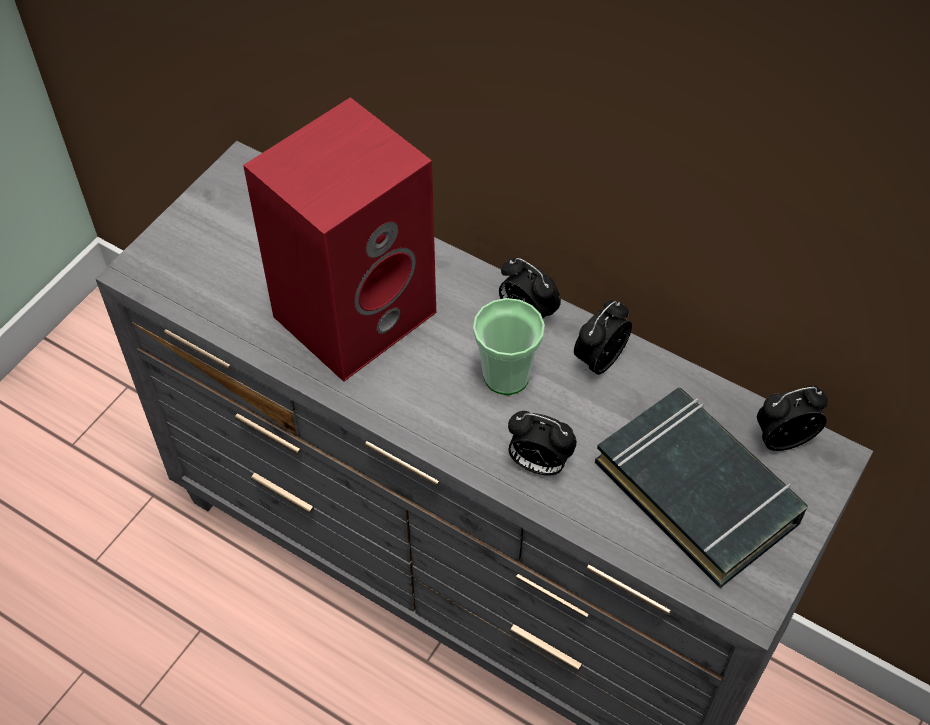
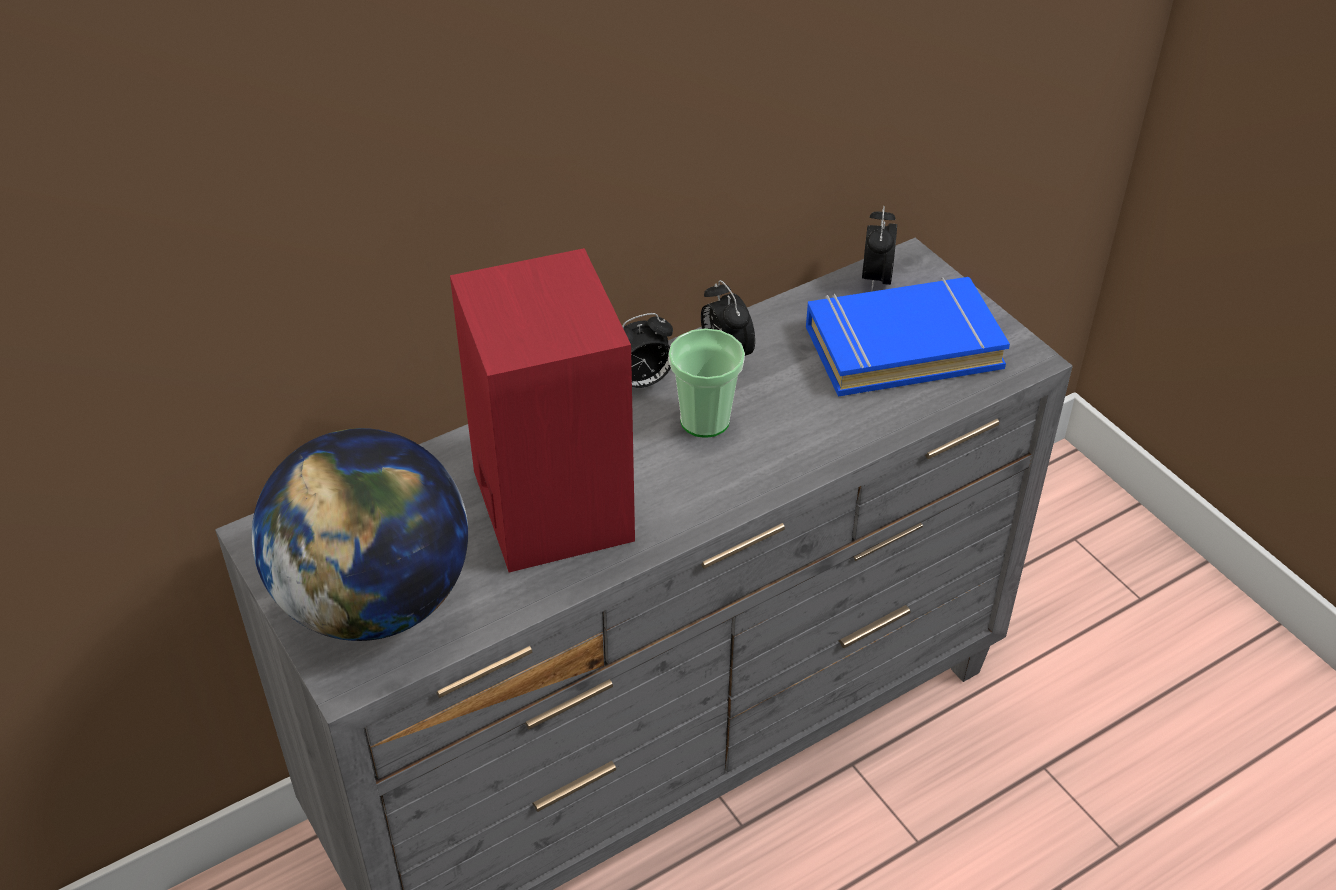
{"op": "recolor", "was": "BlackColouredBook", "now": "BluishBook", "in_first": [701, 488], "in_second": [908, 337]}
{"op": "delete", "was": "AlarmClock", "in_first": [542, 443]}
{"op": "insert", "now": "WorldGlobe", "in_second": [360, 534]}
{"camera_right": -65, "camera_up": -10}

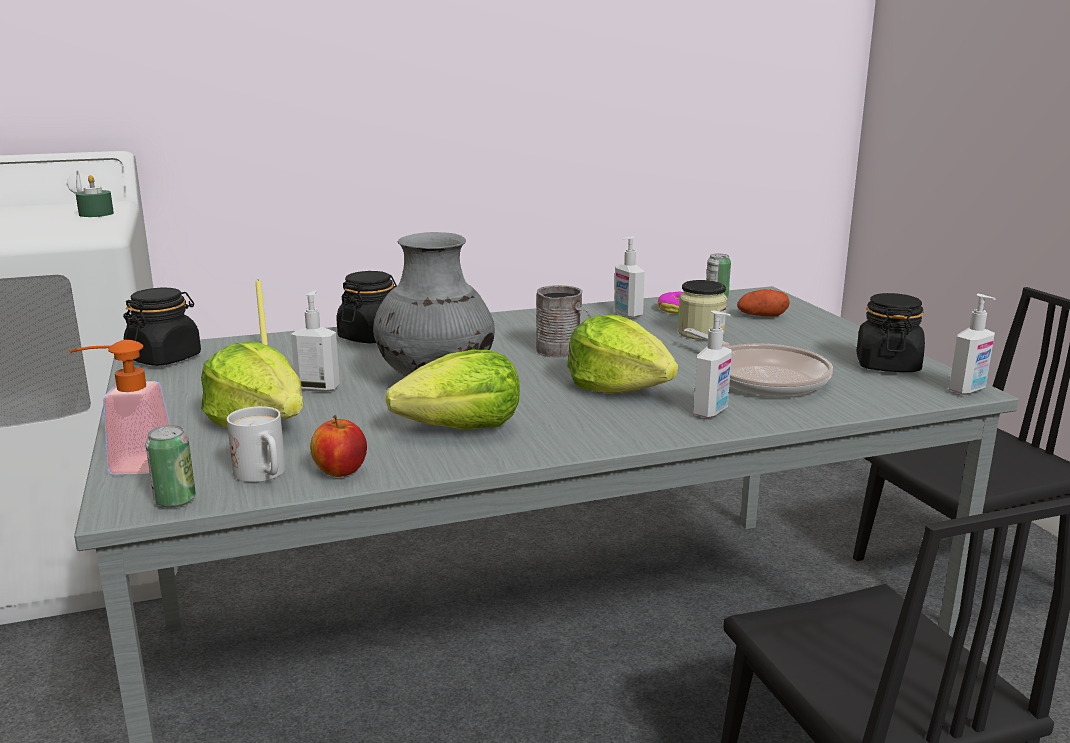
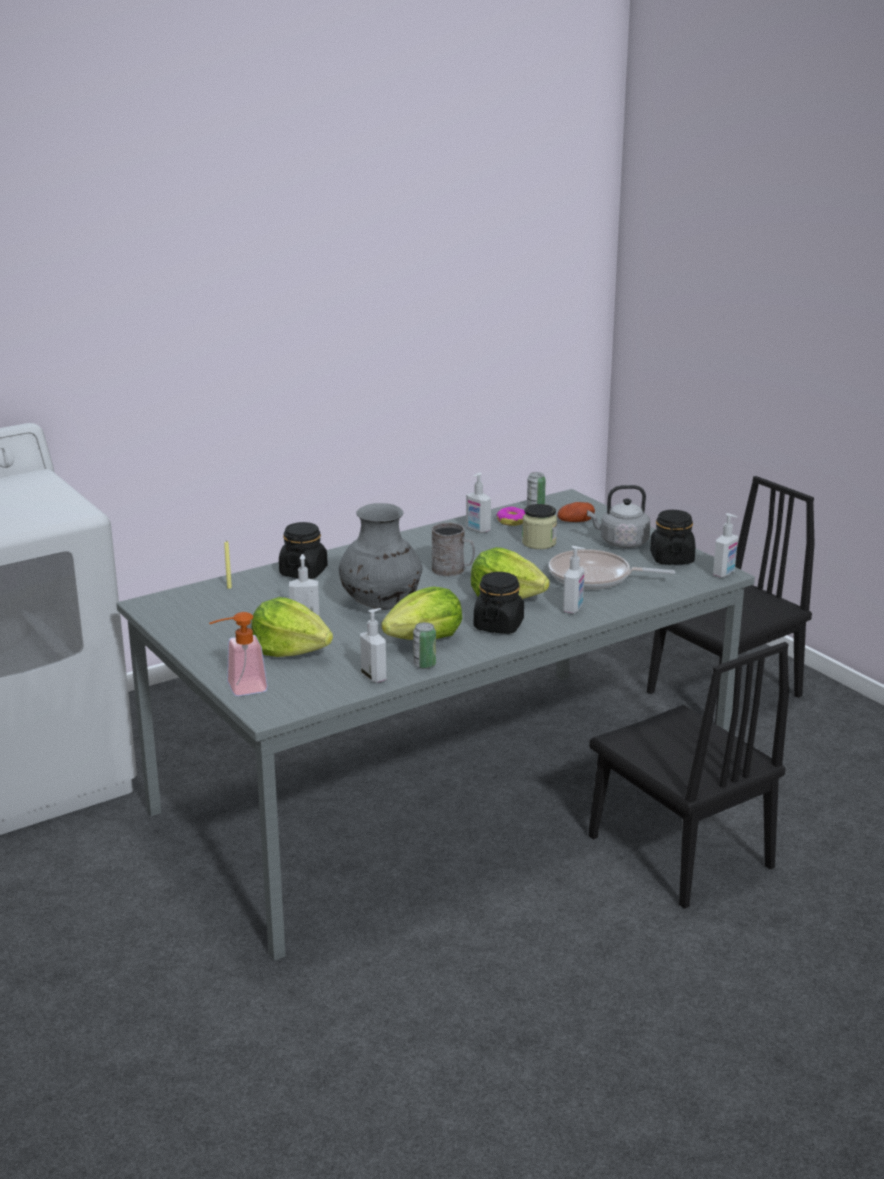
{"op": "delete", "was": "GreenColouredWaxLight", "in_first": [95, 196]}
{"op": "move", "was": "BlackColouredStorageJar", "in_first": [162, 326], "in_second": [499, 603]}
{"op": "rotate", "was": "FryingPan", "in_first": [758, 362], "in_second": [612, 569], "clockwise": 150}
{"op": "delete", "was": "WhitishCoffeeMug", "in_first": [256, 444]}
{"op": "replace", "was": "WholeApple", "now": "LiquidSoapBottle", "in_first": [338, 446], "in_second": [373, 645]}
{"op": "move", "was": "MetalCan", "in_first": [171, 466], "in_second": [424, 645]}
{"op": "insert", "now": "GreyishTeaKettle", "in_second": [619, 516]}
{"camera_right": -15, "camera_up": 5}

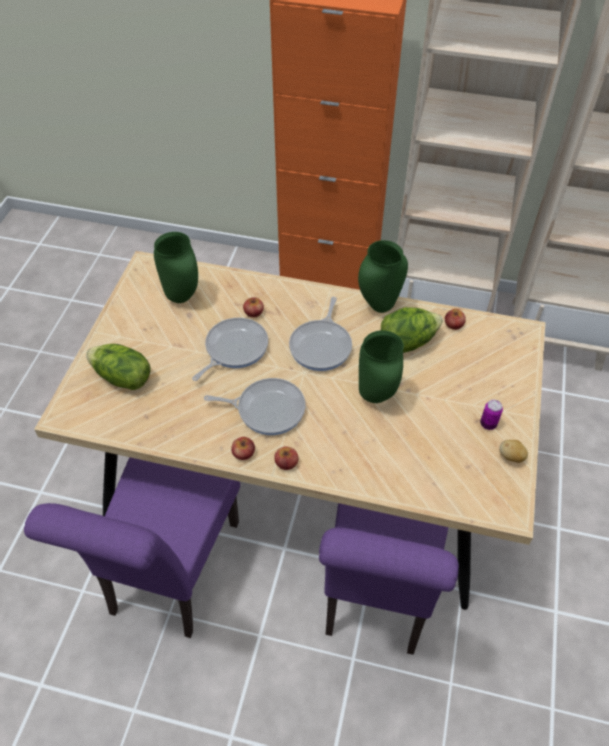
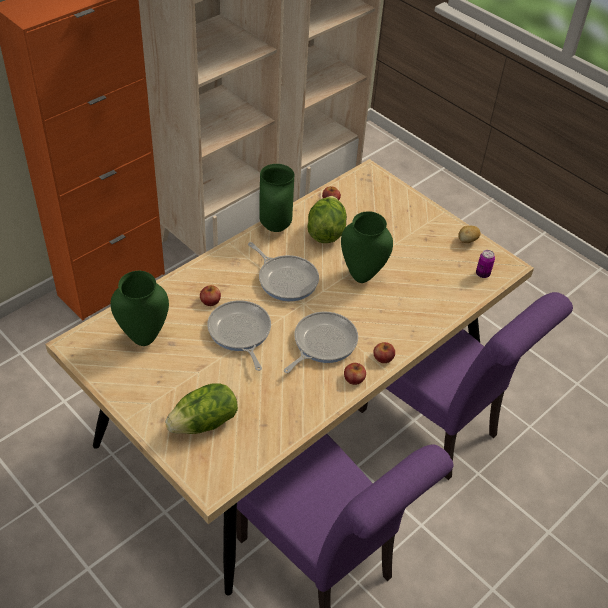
{"op": "move", "was": "MetalCan", "in_first": [491, 415], "in_second": [485, 264]}
{"camera_right": -60, "camera_up": -5}

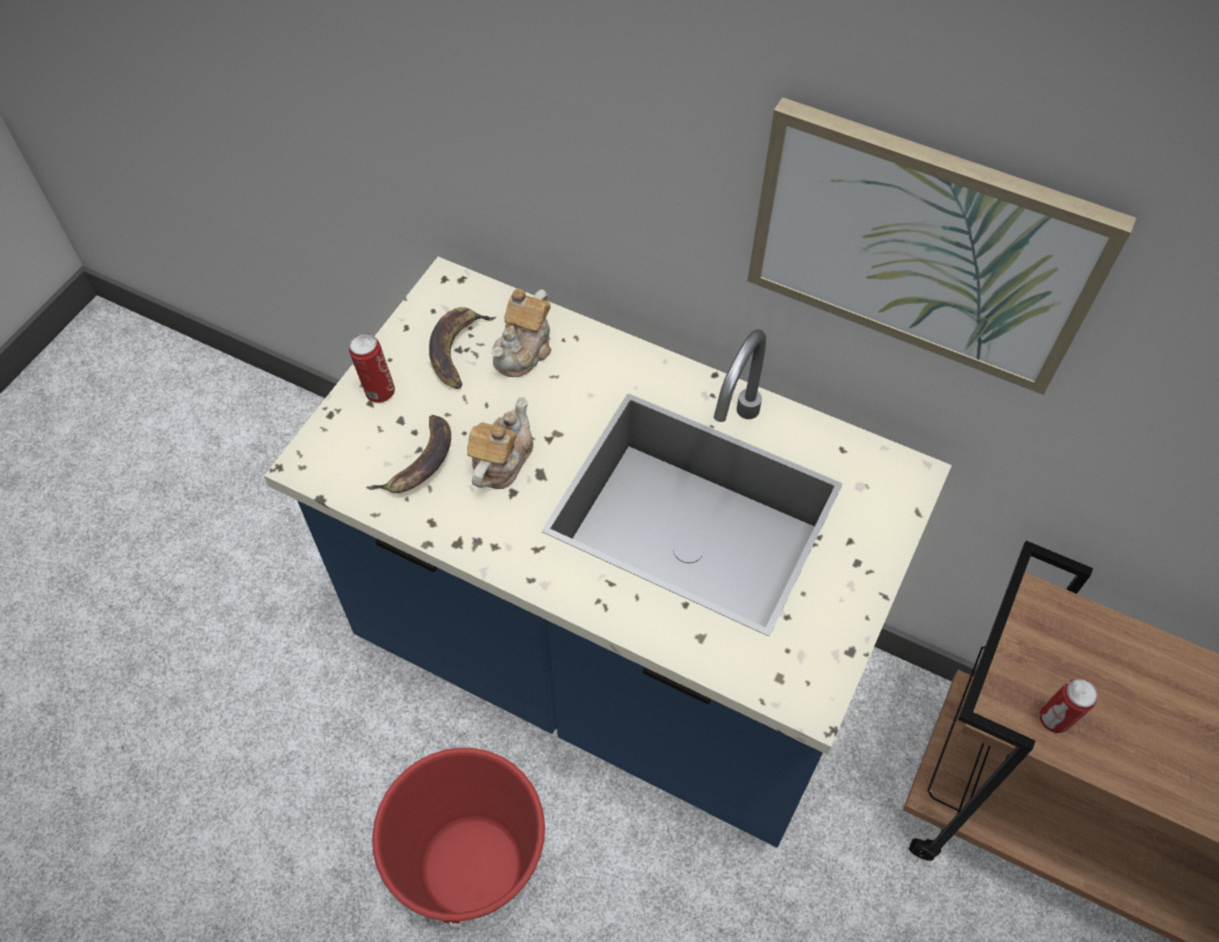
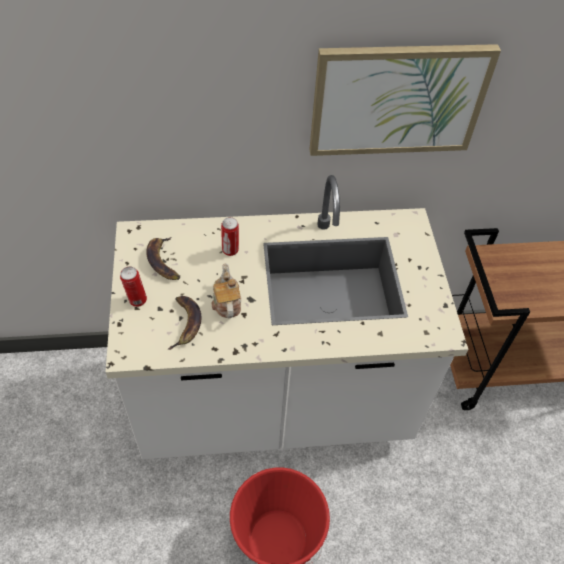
{"op": "recolor", "was": "BluishKitchenCounter", "now": "WhitishKitchenCounter", "in_first": [608, 552], "in_second": [287, 317]}
{"op": "delete", "was": "PotForTea", "in_first": [521, 333]}
{"op": "move", "was": "MetalCan", "in_first": [1068, 706], "in_second": [230, 236]}
{"camera_right": -35, "camera_up": -5}

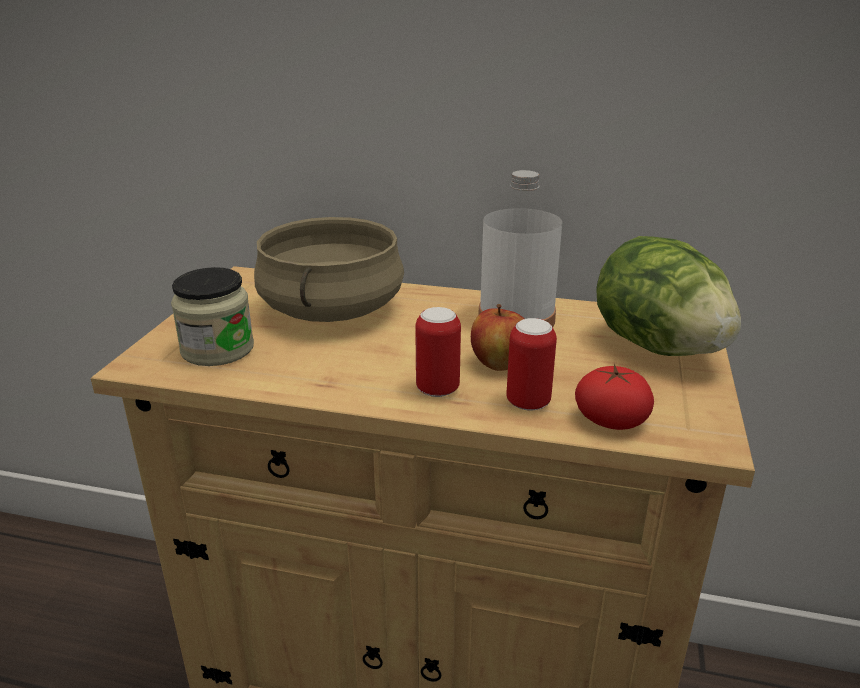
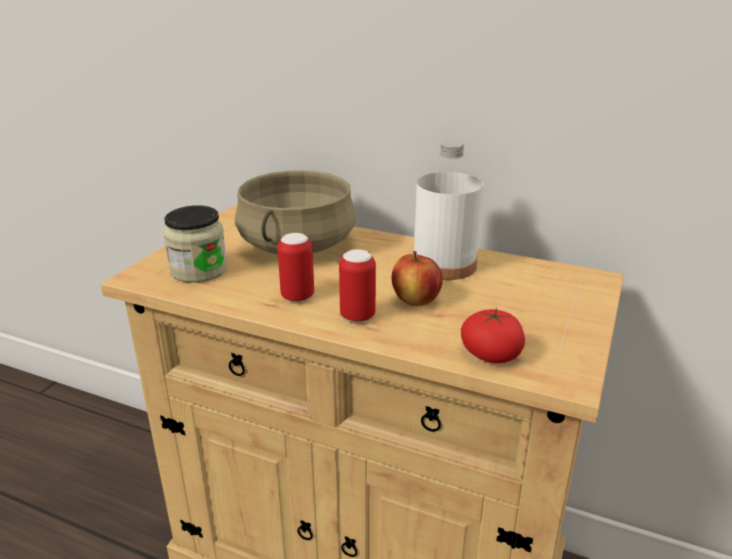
{"op": "delete", "was": "HeadOfLettuce", "in_first": [668, 296]}
{"op": "move", "was": "MetalCan", "in_first": [531, 364], "in_second": [295, 267]}
{"camera_right": 10, "camera_up": 0}

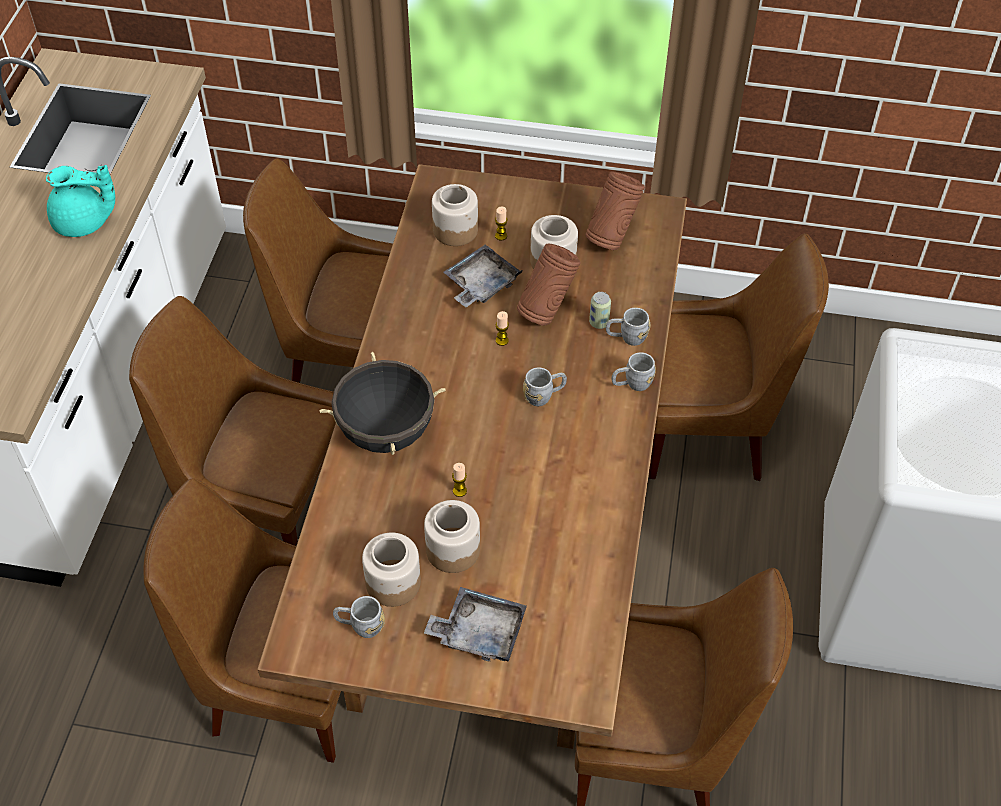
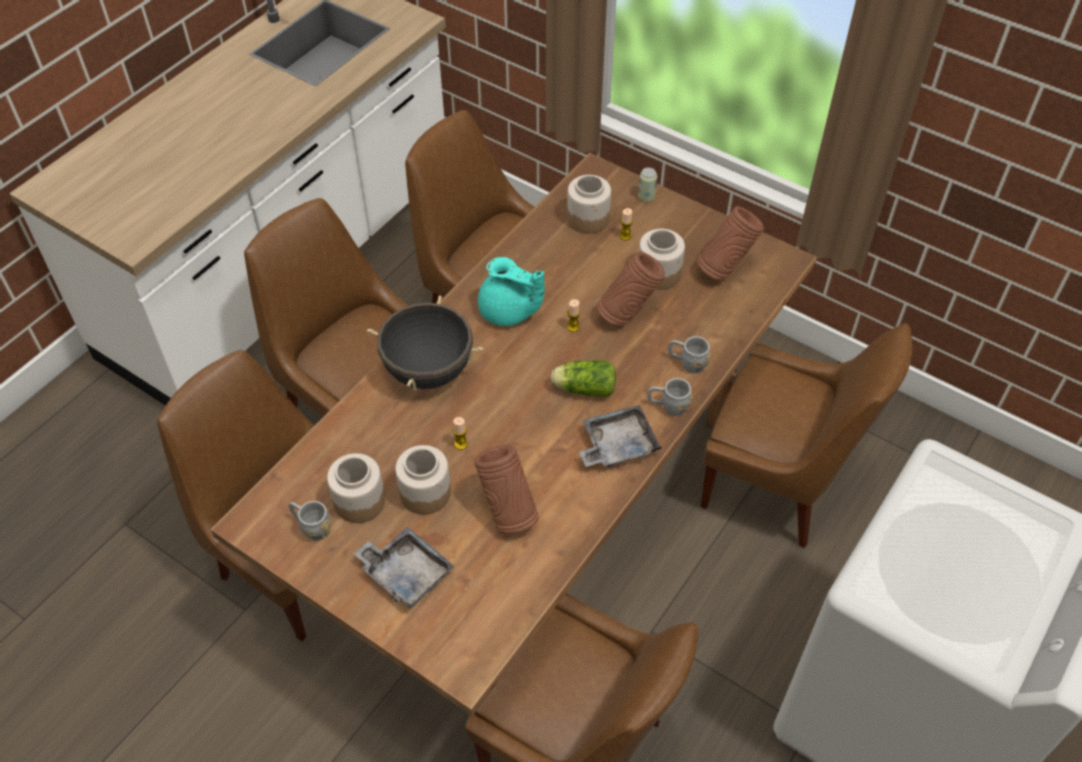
{"op": "move", "was": "TurquoisePotForTea", "in_first": [80, 201], "in_second": [511, 291]}
{"op": "move", "was": "GreyishCarryingTray", "in_first": [483, 275], "in_second": [620, 436]}
{"op": "move", "was": "MetalCan", "in_first": [600, 310], "in_second": [647, 184]}
{"op": "replace", "was": "GreyishCoffeeMug", "now": "HeadOfLettuce", "in_first": [545, 386], "in_second": [583, 378]}
{"op": "insert", "now": "BrownishFlowerVase", "in_second": [506, 489]}
{"camera_right": 25, "camera_up": 0}

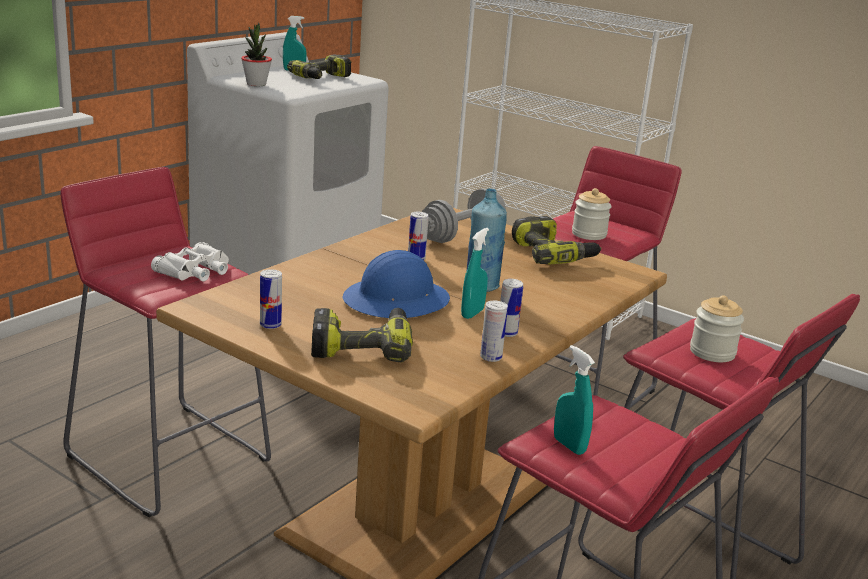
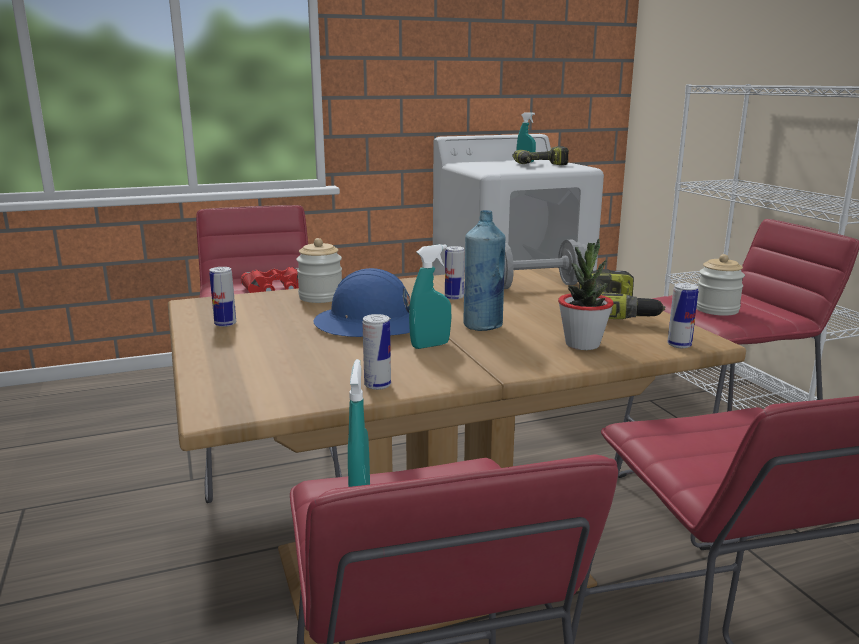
{"op": "move", "was": "PlantInAPot", "in_first": [256, 54], "in_second": [586, 294]}
{"op": "recolor", "was": "WhitishBinoculars", "now": "ReddishBinoculars", "in_first": [190, 261], "in_second": [270, 280]}
{"op": "move", "was": "MetalCan", "in_first": [511, 308], "in_second": [682, 315]}
{"op": "move", "was": "StorageJar", "in_first": [717, 328], "in_second": [319, 270]}
{"op": "delete", "was": "Drill", "in_first": [362, 335]}
{"camera_right": 35, "camera_up": -5}

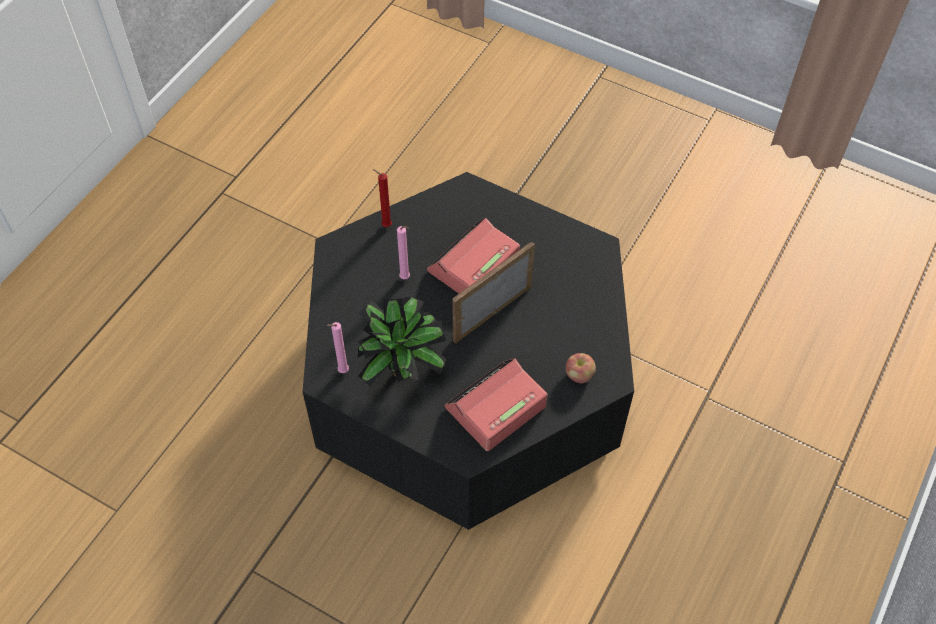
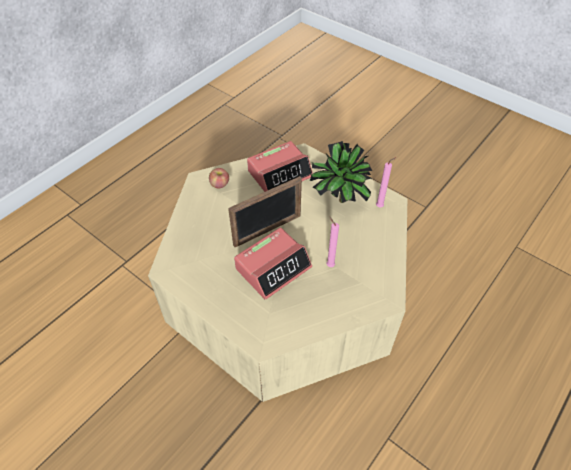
{"op": "delete", "was": "ReddishWaxLight", "in_first": [382, 198]}
{"op": "recolor", "was": "BlackColouredLoungeTable", "now": "BeigeColouredLoungeTable", "in_first": [468, 351], "in_second": [277, 272]}
{"camera_right": -170, "camera_up": -5}

